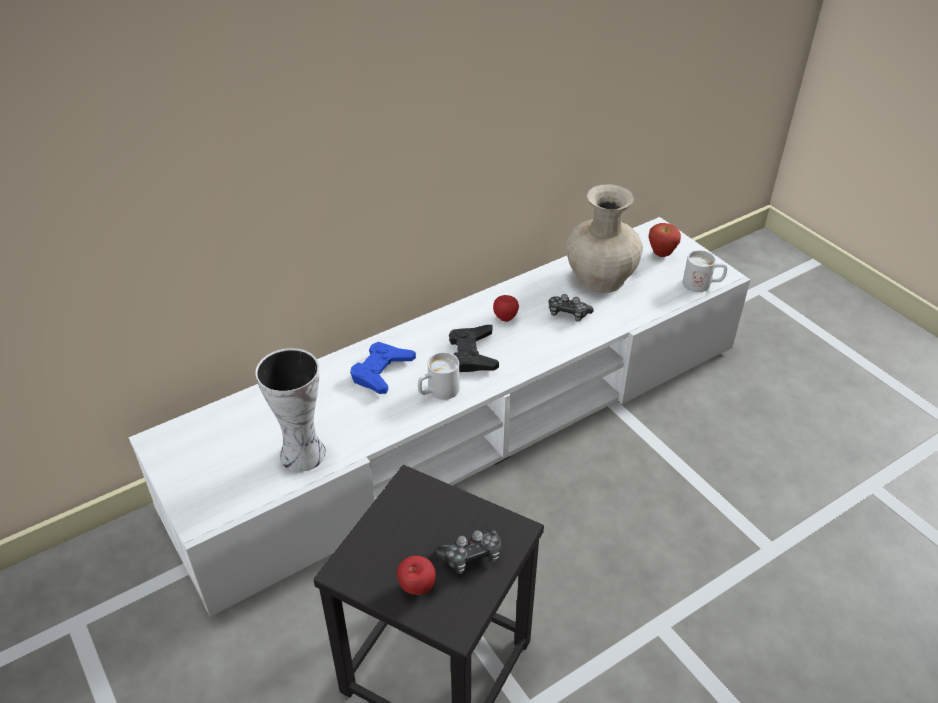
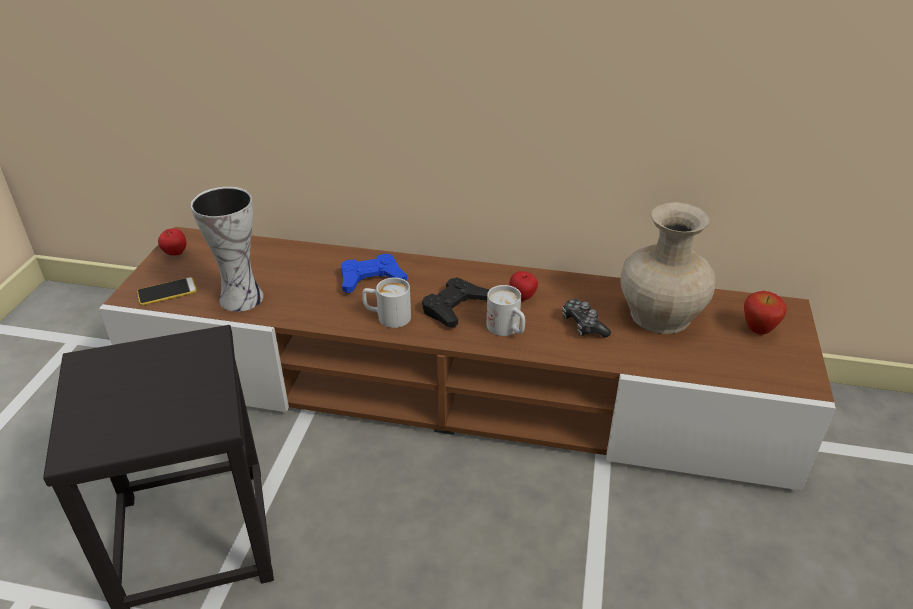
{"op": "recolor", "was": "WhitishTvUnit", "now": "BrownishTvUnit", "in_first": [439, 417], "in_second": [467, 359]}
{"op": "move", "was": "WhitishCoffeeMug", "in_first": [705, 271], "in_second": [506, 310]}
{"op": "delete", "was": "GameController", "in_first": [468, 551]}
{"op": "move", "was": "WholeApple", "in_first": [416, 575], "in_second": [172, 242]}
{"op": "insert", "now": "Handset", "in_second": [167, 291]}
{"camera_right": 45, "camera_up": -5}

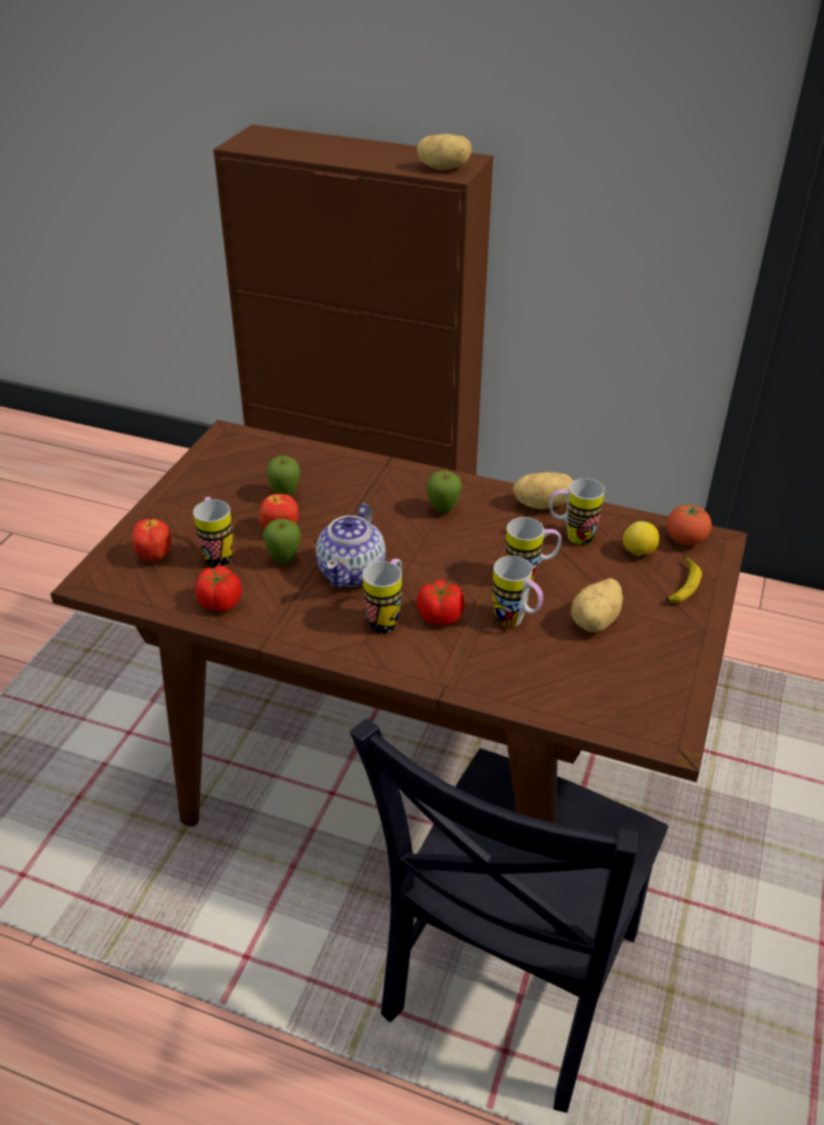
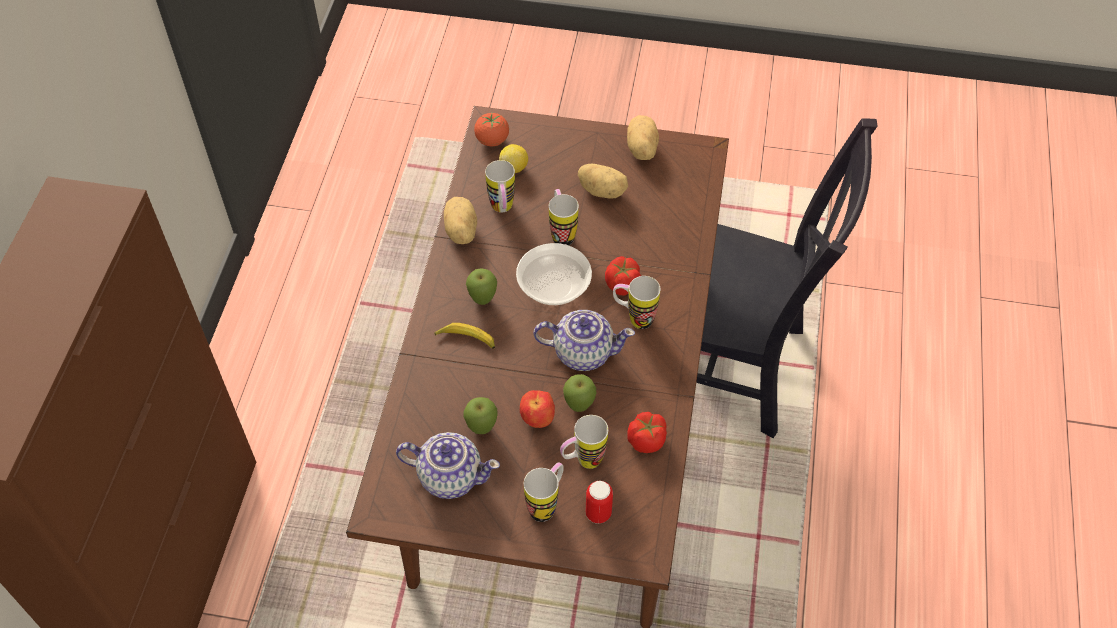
{"op": "move", "was": "Spud", "in_first": [444, 152], "in_second": [643, 137]}
{"op": "replace", "was": "WholeApple", "now": "MetalCan", "in_first": [151, 540], "in_second": [599, 502]}
{"op": "move", "was": "CoffeeMug", "in_first": [518, 591], "in_second": [544, 492]}
{"op": "move", "was": "Banana", "in_first": [684, 580], "in_second": [464, 336]}
{"op": "insert", "now": "ServingBowl", "in_second": [554, 274]}
{"op": "insert", "now": "PotForTea", "in_second": [448, 465]}
{"camera_right": -100, "camera_up": 15}

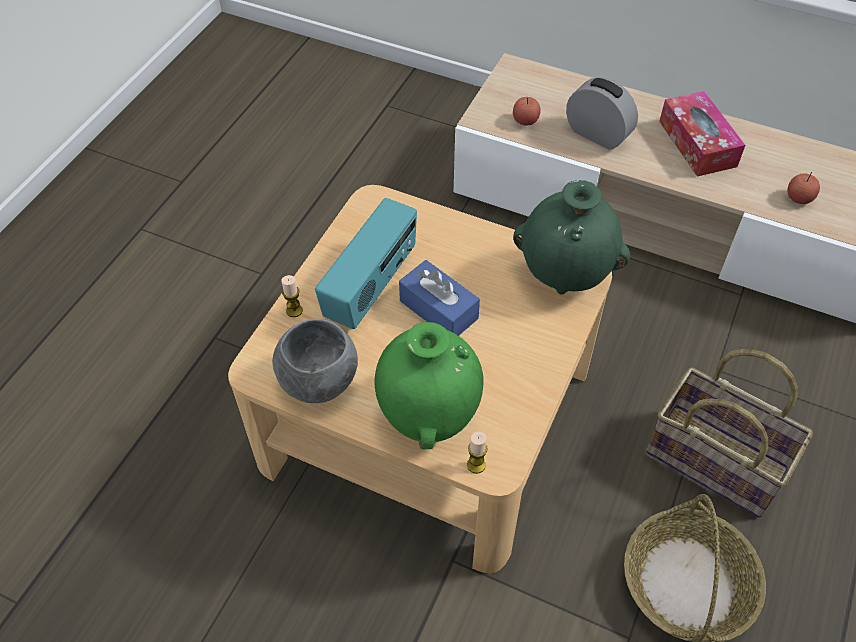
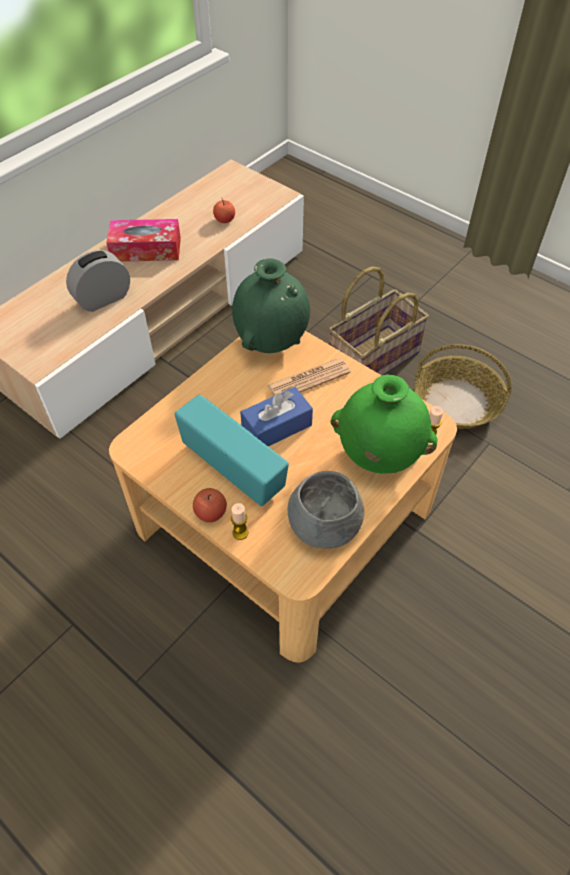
{"op": "move", "was": "WholeApple", "in_first": [527, 111], "in_second": [210, 505]}
{"op": "insert", "now": "Newspaper", "in_second": [309, 377]}
{"camera_right": -75, "camera_up": 0}

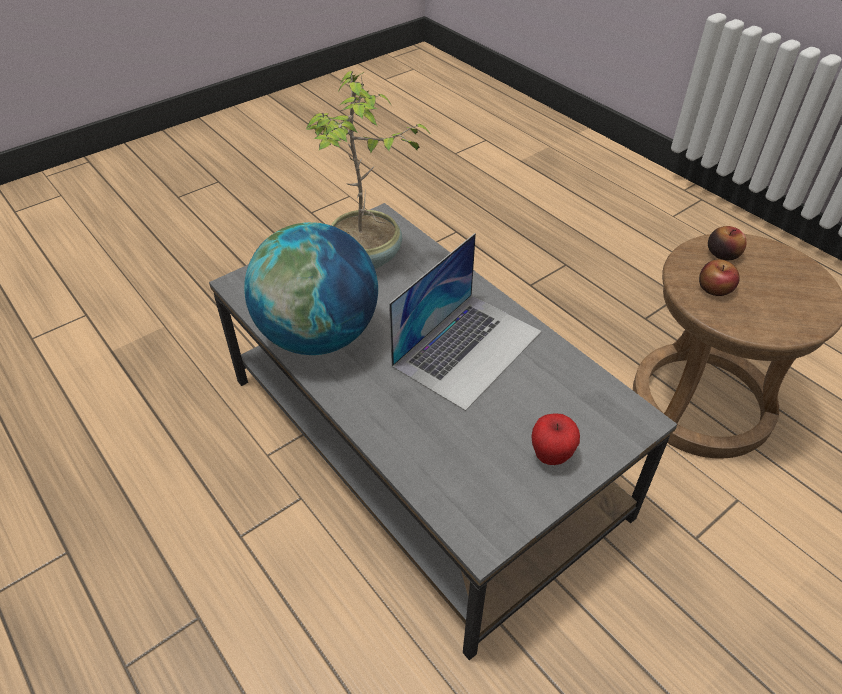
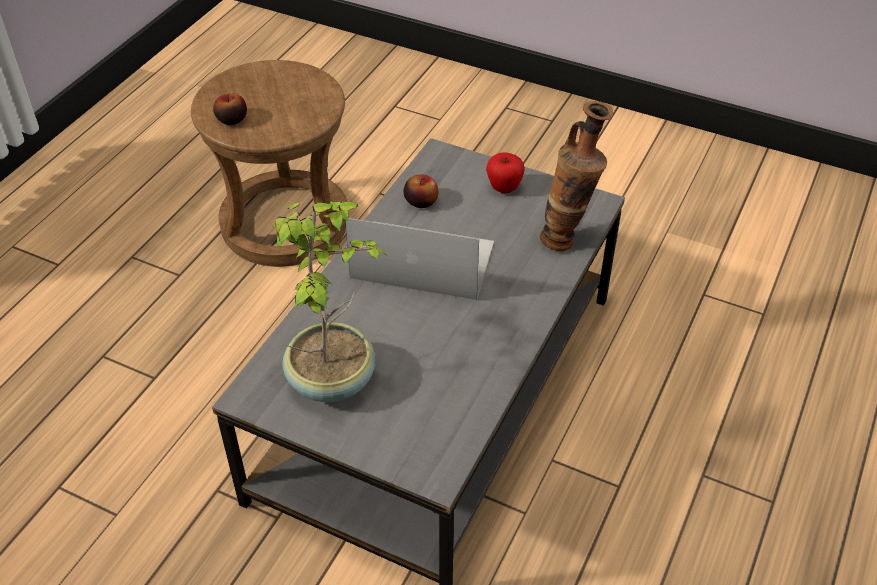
{"op": "delete", "was": "WorldGlobe", "in_first": [311, 288]}
{"op": "move", "was": "WholeApple", "in_first": [719, 277], "in_second": [420, 191]}
{"op": "insert", "now": "FlowerVase", "in_second": [576, 176]}
{"camera_right": -115, "camera_up": 0}

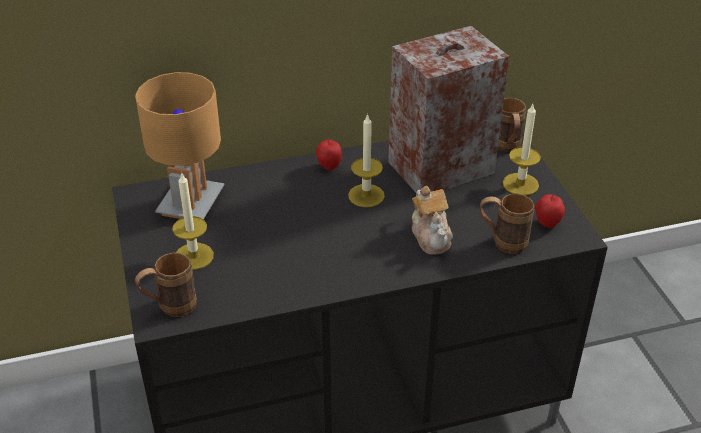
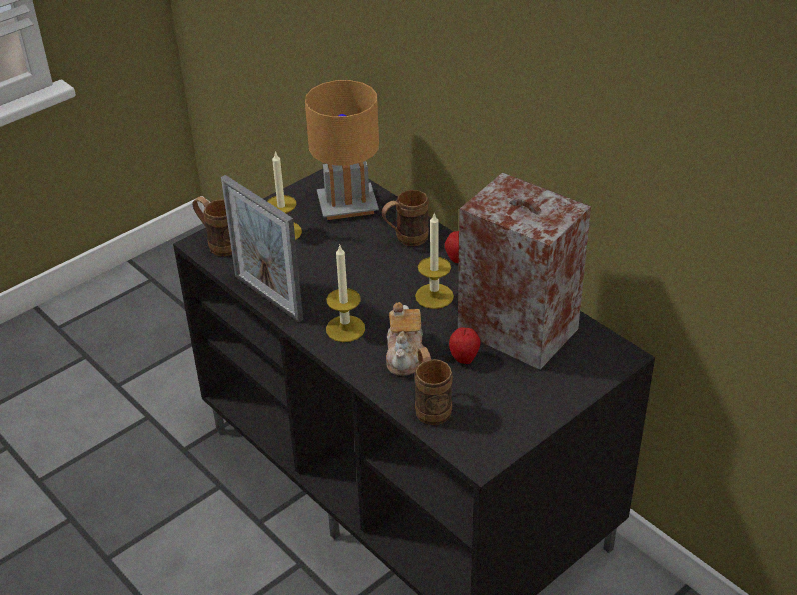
{"op": "move", "was": "BrownishCoffeeMug", "in_first": [512, 124], "in_second": [405, 218]}
{"op": "move", "was": "WaxLight", "in_first": [522, 150], "in_second": [345, 293]}
{"op": "rotate", "was": "PotForTea", "in_first": [432, 220], "in_second": [405, 339], "clockwise": -45}
{"op": "move", "was": "WholeApple", "in_first": [550, 211], "in_second": [464, 345]}
{"op": "insert", "now": "PhotoFrame", "in_second": [262, 248]}
{"camera_right": 65, "camera_up": 0}

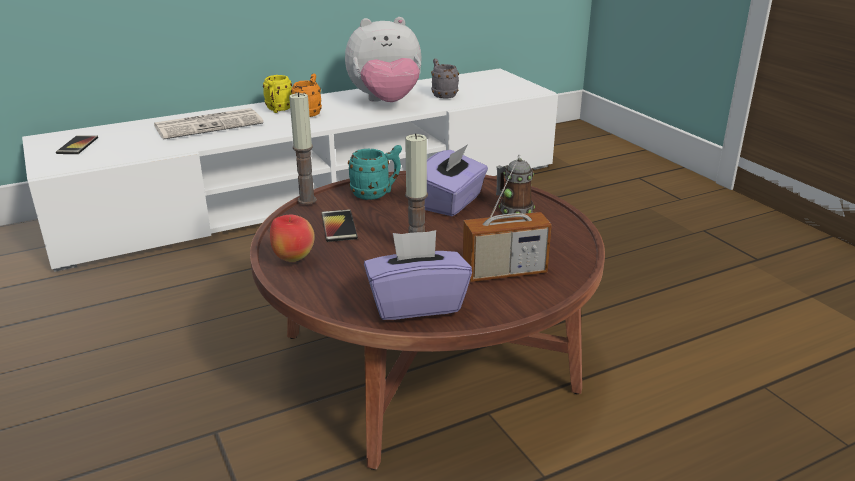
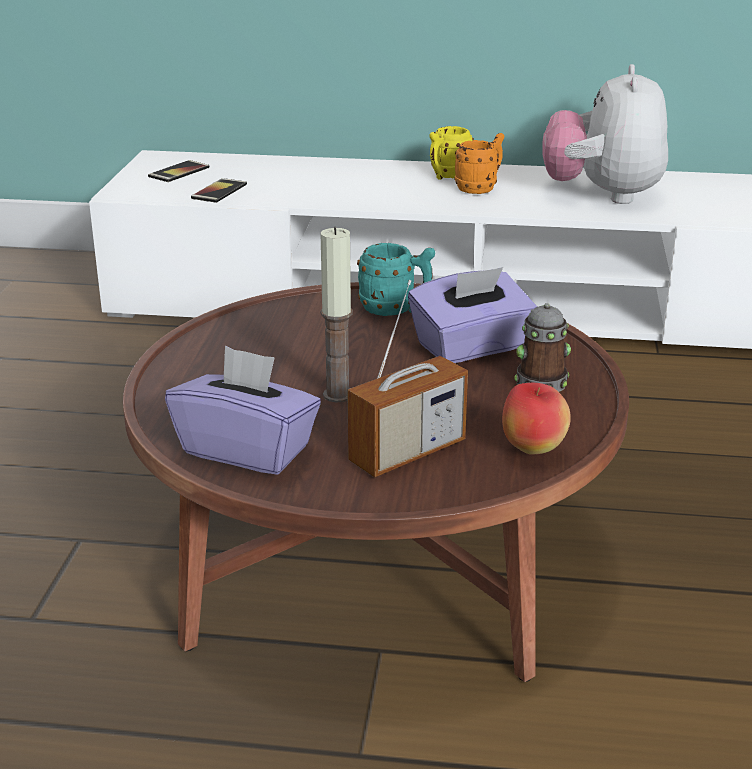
{"op": "rotate", "was": "PlushToy", "in_first": [383, 59], "in_second": [605, 134], "clockwise": 75}
{"op": "delete", "was": "GreyishCoffeeMug", "in_first": [445, 79]}
{"op": "delete", "was": "WaxLight", "in_first": [303, 148]}
{"op": "delete", "was": "Newspaper", "in_first": [208, 123]}
{"op": "rotate", "was": "Radio", "in_first": [507, 218], "in_second": [407, 378], "clockwise": -60}
{"op": "move", "was": "Handset", "in_first": [339, 225], "in_second": [219, 190]}
{"op": "move", "was": "WholeApple", "in_first": [292, 238], "in_second": [536, 419]}
{"camera_right": 35, "camera_up": 0}

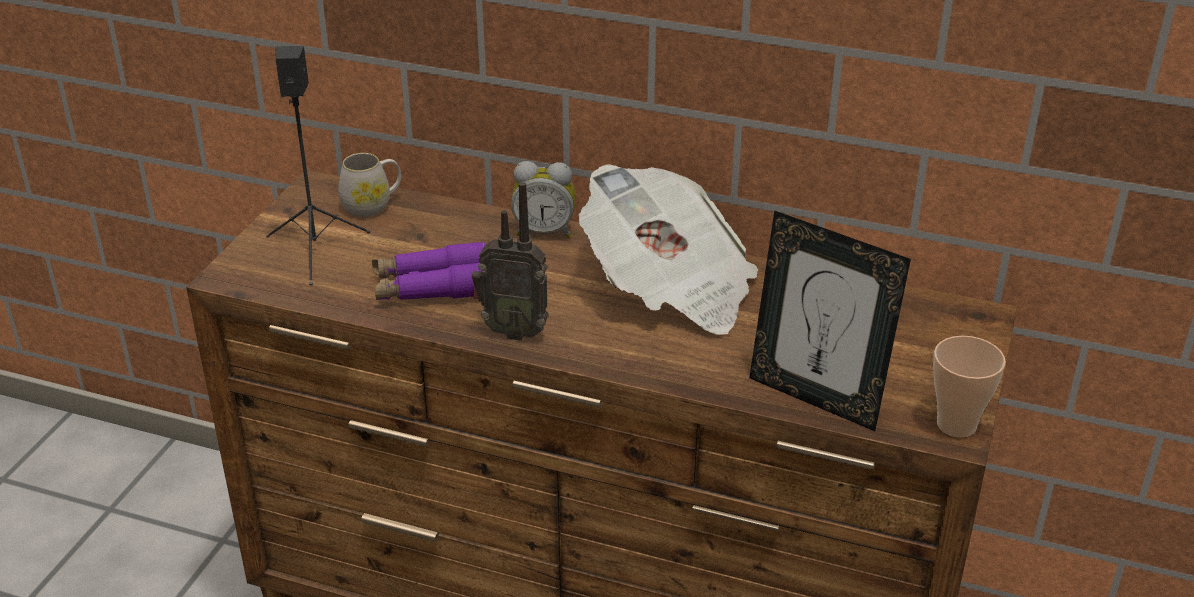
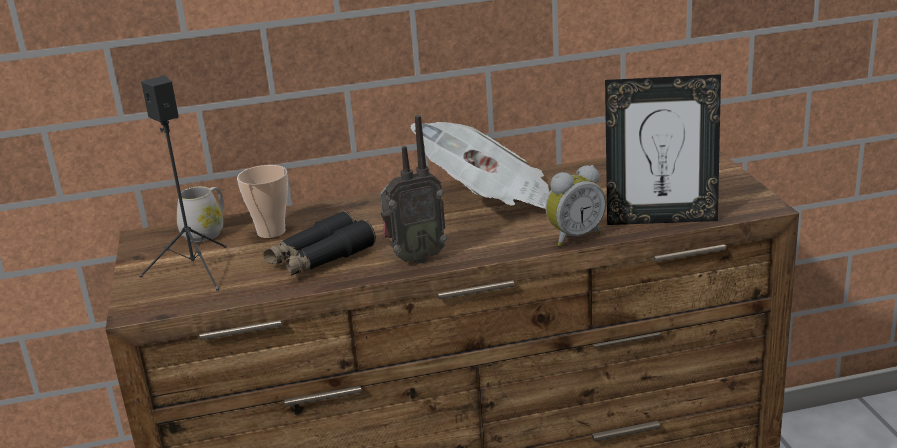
{"op": "move", "was": "AlarmClock", "in_first": [543, 199], "in_second": [576, 205]}
{"op": "recolor", "was": "PurpleColouredBinoculars", "now": "BlackColouredBinoculars", "in_first": [428, 270], "in_second": [319, 243]}
{"op": "move", "was": "SmallCup", "in_first": [969, 387], "in_second": [262, 201]}
{"camera_right": -30, "camera_up": -10}

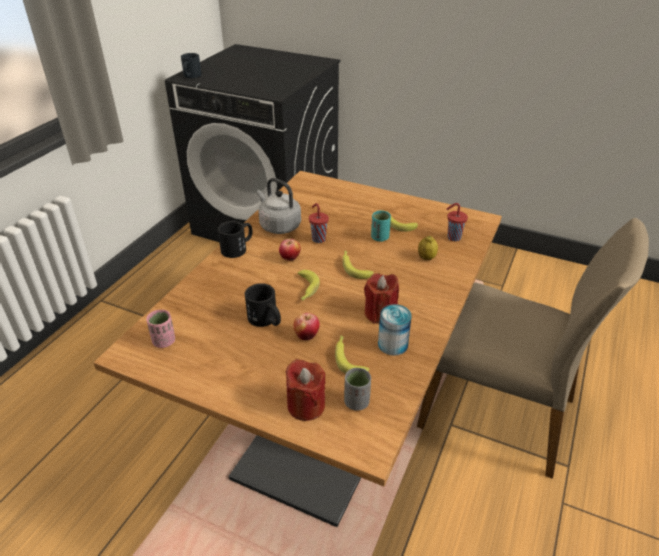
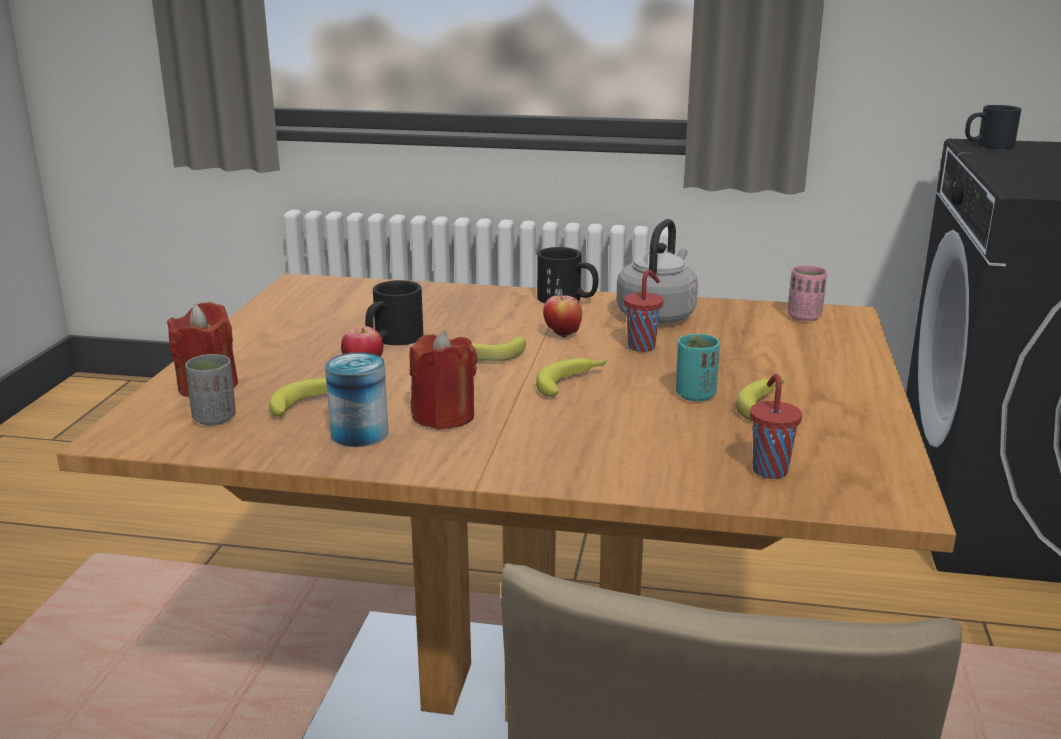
{"op": "delete", "was": "WholeLemon", "in_first": [428, 248]}
{"op": "move", "was": "PinkColouredSmallCup", "in_first": [160, 329], "in_second": [807, 293]}
{"camera_right": 75, "camera_up": -15}

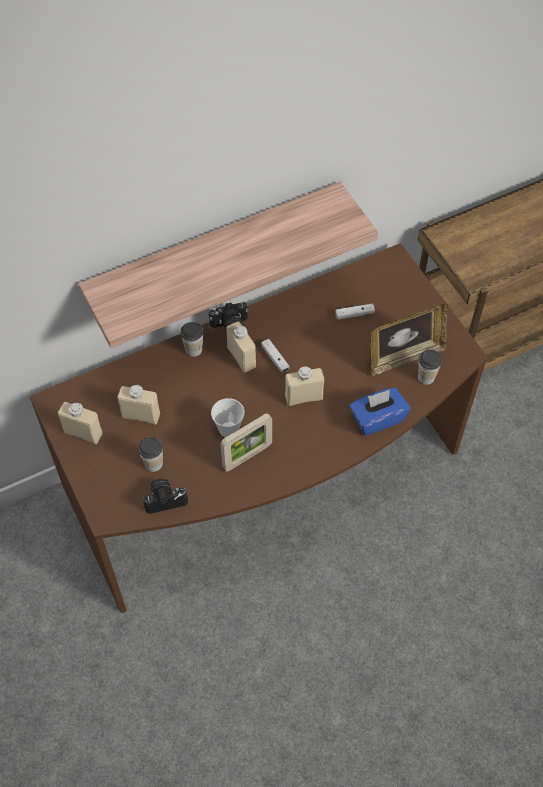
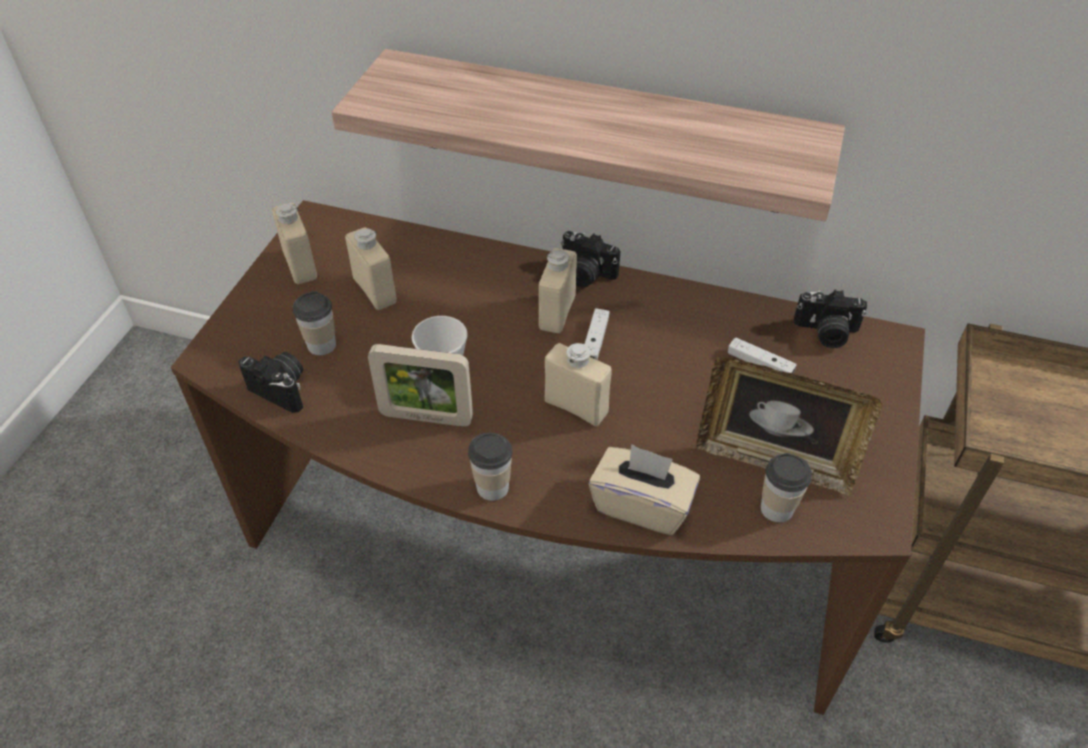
{"op": "move", "was": "SmallCup", "in_first": [192, 339], "in_second": [490, 467]}
{"op": "recolor", "was": "BluishTissueBox", "now": "BeigeColouredTissueBox", "in_first": [379, 412], "in_second": [644, 489]}
{"op": "insert", "now": "PhotoCamera", "in_second": [830, 318]}
{"camera_right": 45, "camera_up": -10}

